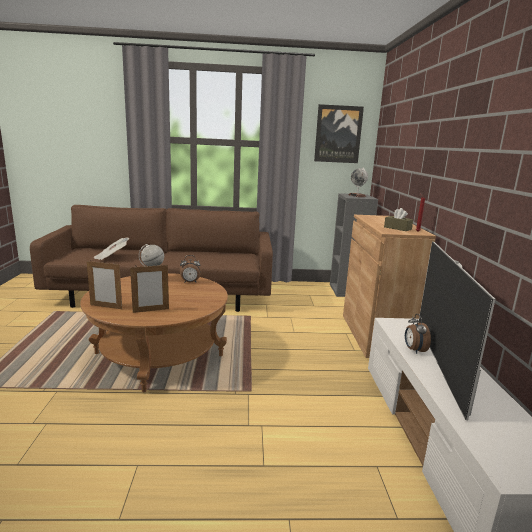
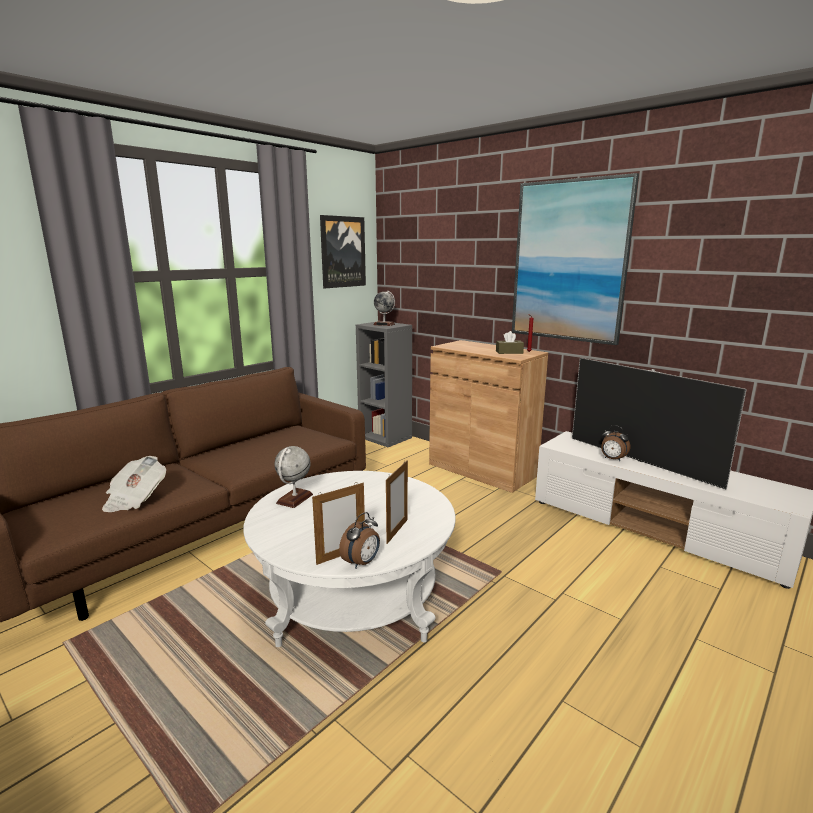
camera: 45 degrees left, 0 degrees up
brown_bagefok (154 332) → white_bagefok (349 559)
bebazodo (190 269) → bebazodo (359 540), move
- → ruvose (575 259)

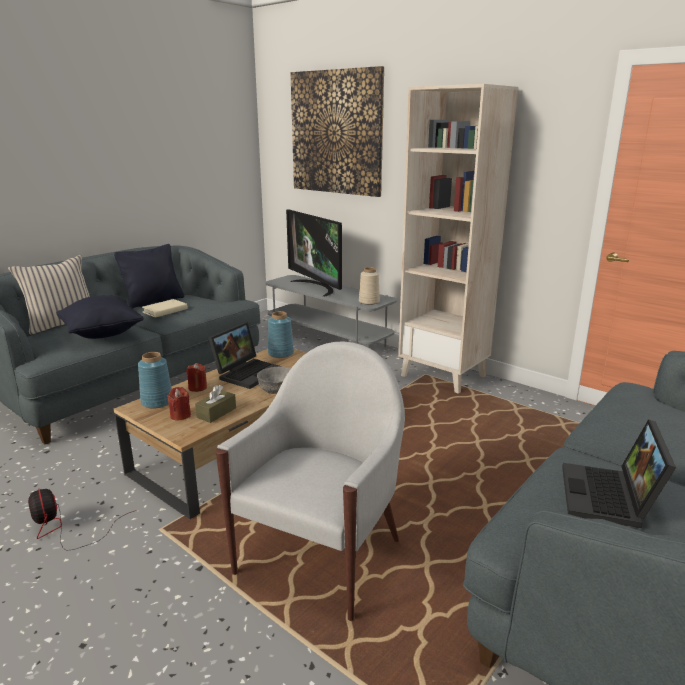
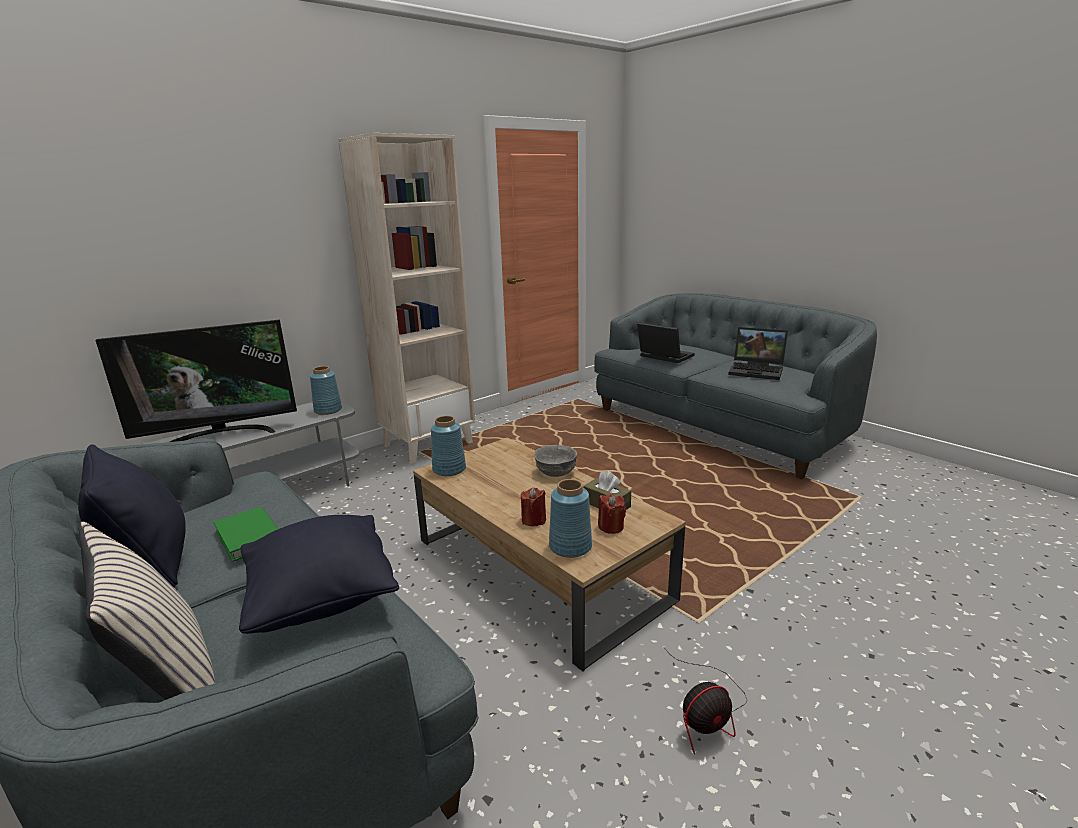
camera: 80 degrees left, 0 degrees up
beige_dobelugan (165 308) → green_dobelugan (245 534)
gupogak (246 355) → gupogak (666 342), move
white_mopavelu (310 481) → -
ruvose (337 131) → -
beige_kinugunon (369 286) → blue_kinugunon (326 390)

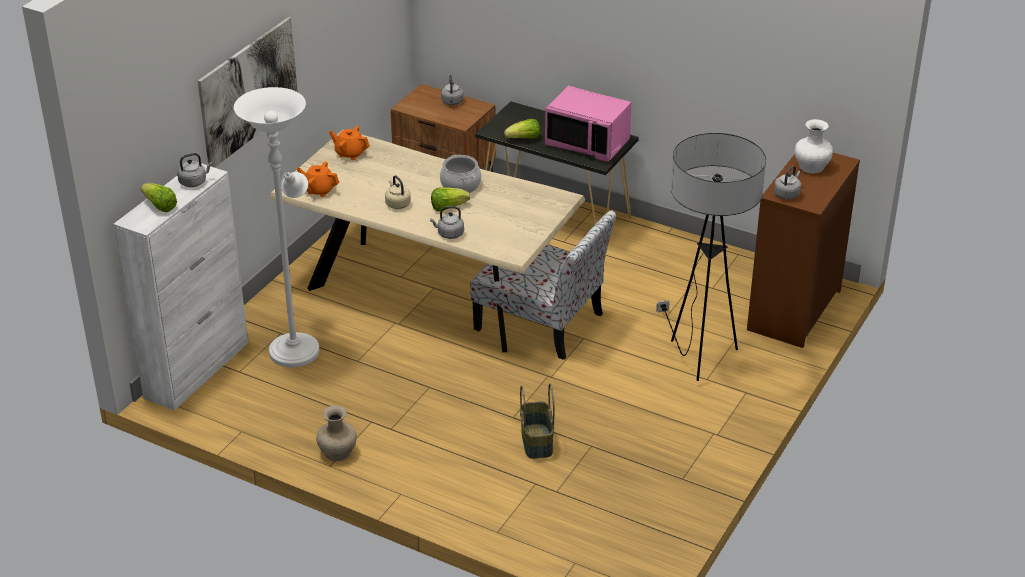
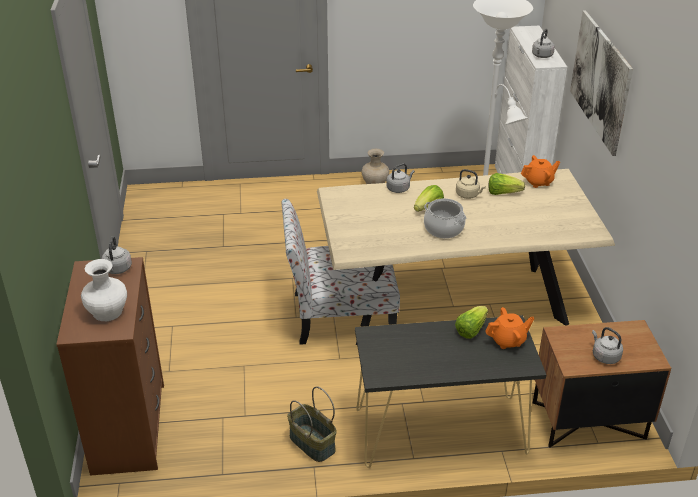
camera: 145 degrees right, 0 degrees up
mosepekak (159 197) → mosepekak (506 184), move
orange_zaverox (349 143) → orange_zaverox (510 328), move
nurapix (537 421) → nurapix (312 424), move
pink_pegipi (588 124) → -
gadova (711 257) → -

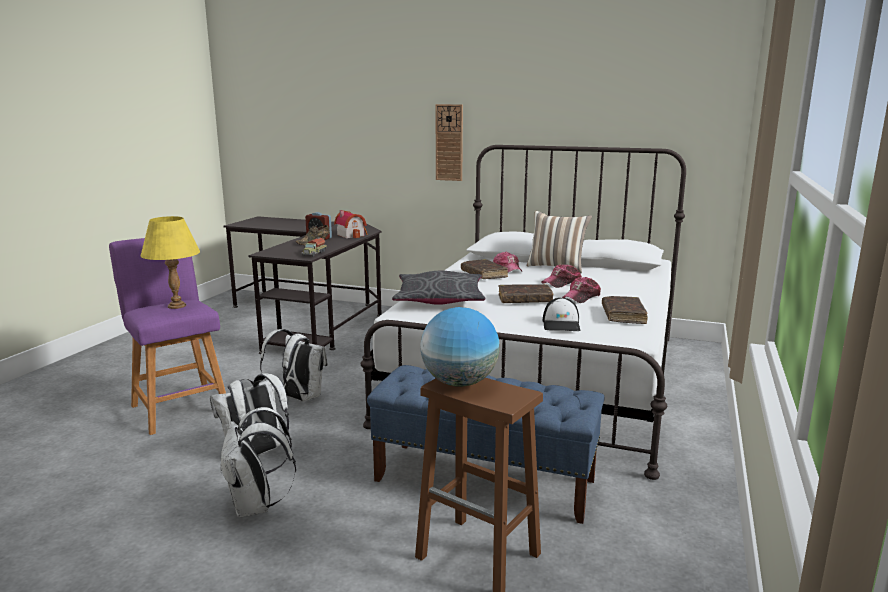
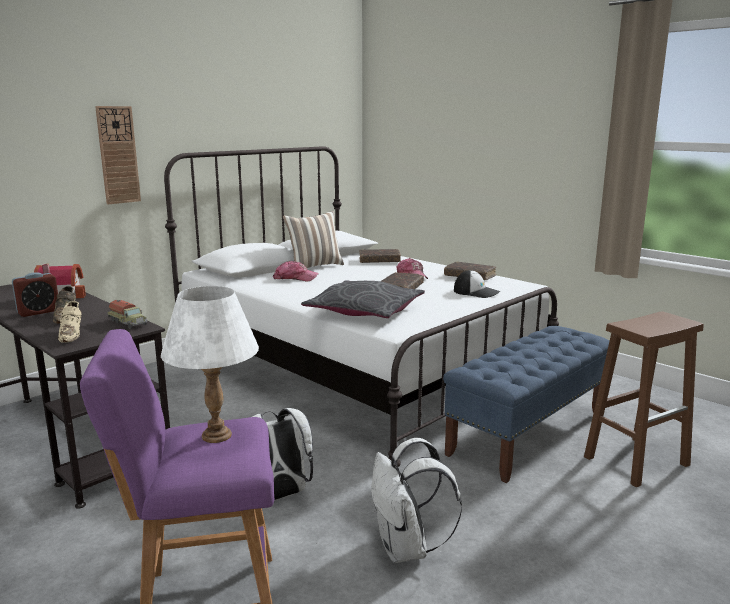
camera: 65 degrees left, 0 degrees up
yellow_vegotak (170 262) → white_vegotak (210 364)
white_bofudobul (258 462) → -
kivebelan (460 347) → -
brown_dobelugan (484 269) → brown_dobelugan (380 256), move
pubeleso (561 276) → -
- → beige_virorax (69 322)

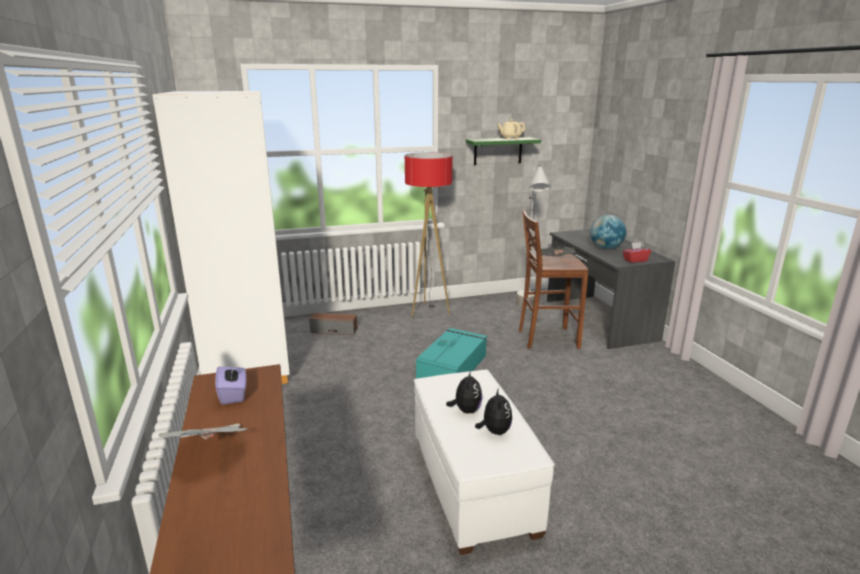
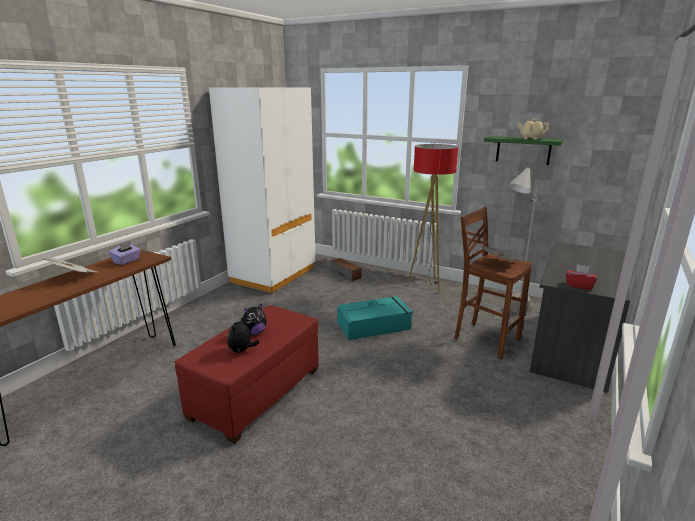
camera: 45 degrees right, 0 degrees up
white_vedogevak (484 462) → red_vedogevak (246 374)
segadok (493 411) → segadok (243 334), 150 degrees clockwise
kivebelan (608 232) → -

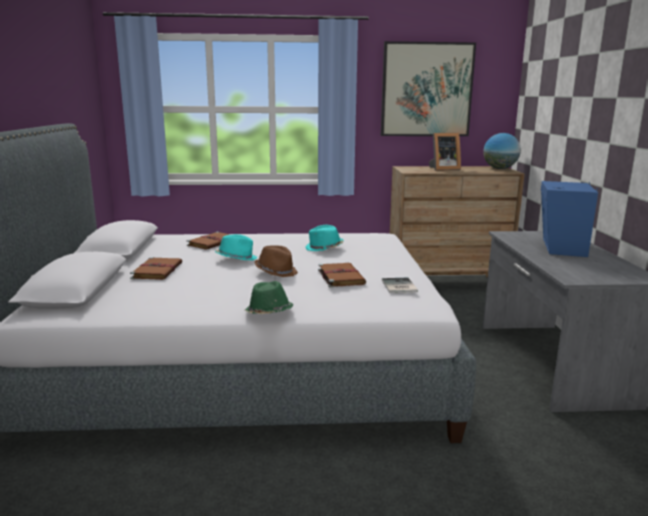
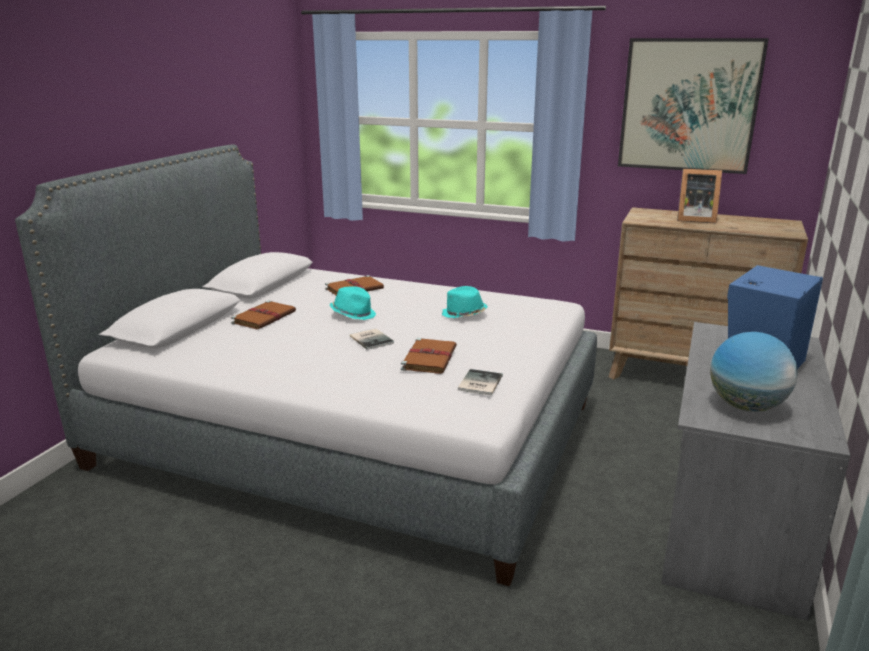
camera: 25 degrees right, 5 degrees up
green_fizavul (269 297) → -
brown_fizavul (276 261) → dobelugan (372 339)
kivebelan (502 151) → kivebelan (754 372), move

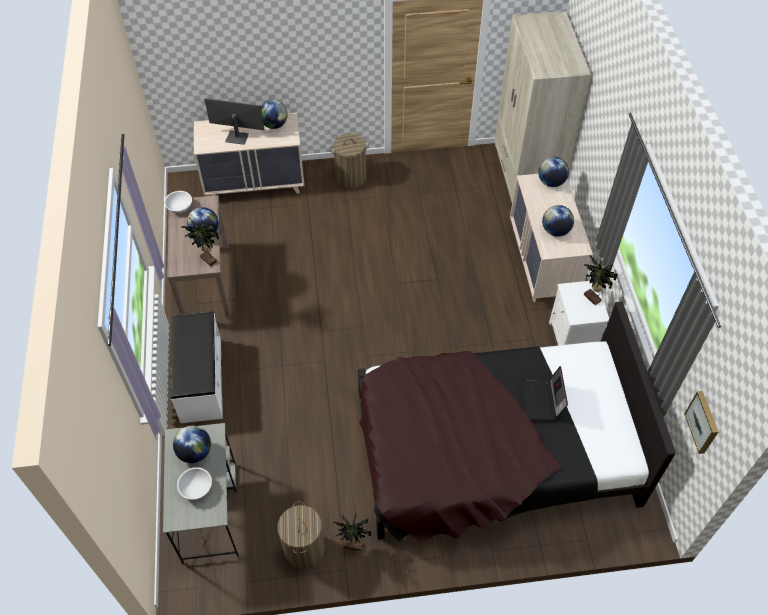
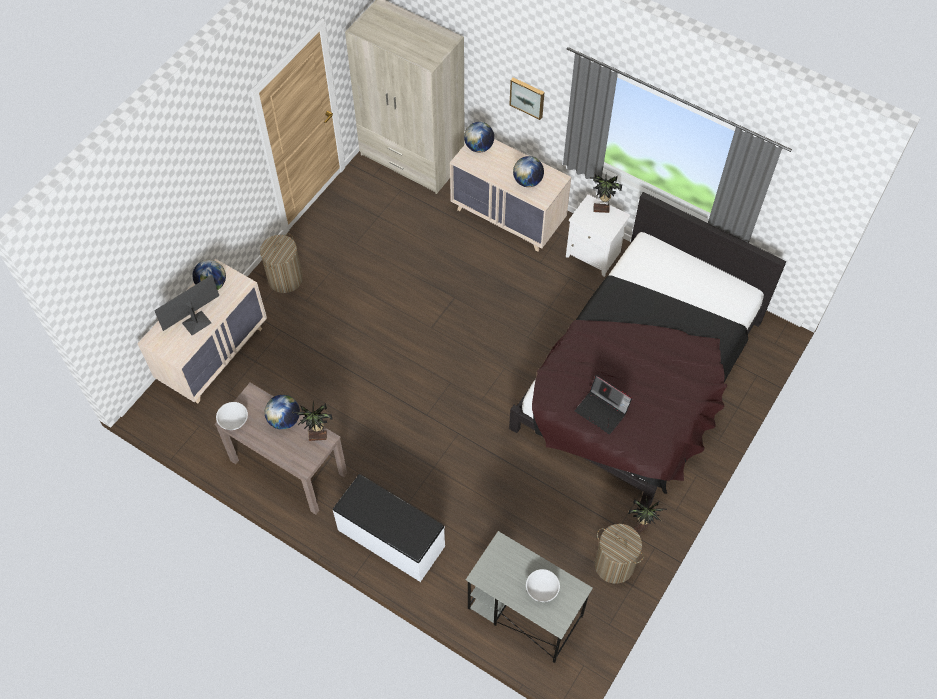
camera: 50 degrees left, 5 degrees up
kivebelan (192 444) → -
gupogak (545 393) → gupogak (603 404), move
ruvose (701 422) → ruvose (526 98), move

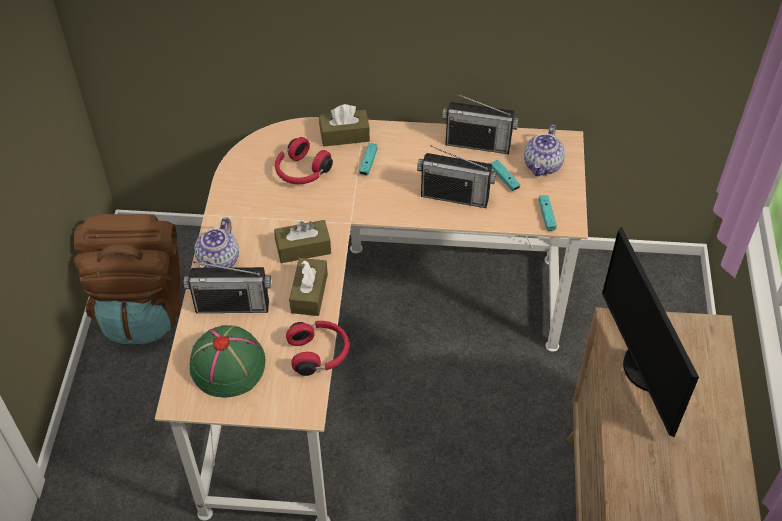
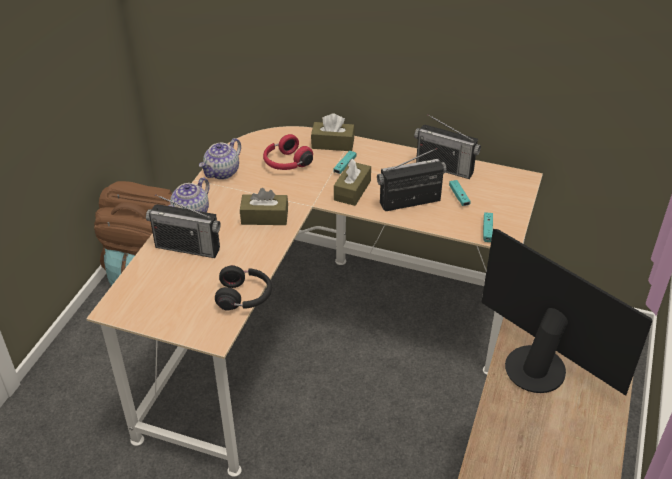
camera: 15 degrees right, 10 degrees down
green_fizavul (227 361) → -
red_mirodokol (317 348) → black_mirodokol (243 288)
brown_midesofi (308 287) → brown_midesofi (352 182), move
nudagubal (457 177) → nudagubal (412 179), 135 degrees clockwise
zaverox (544 150) → zaverox (220 159), move
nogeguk (650 331) → nogeguk (566 312), 135 degrees clockwise

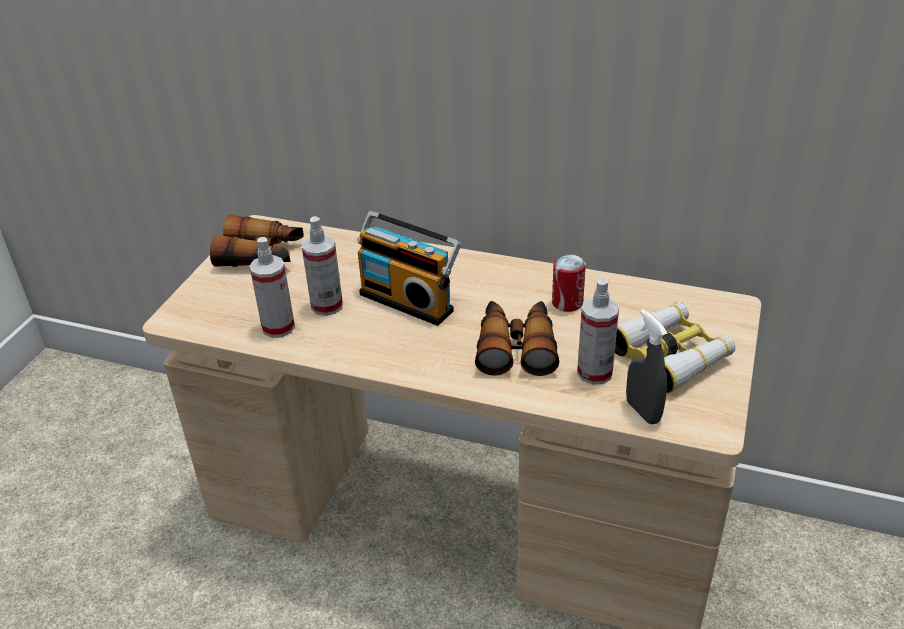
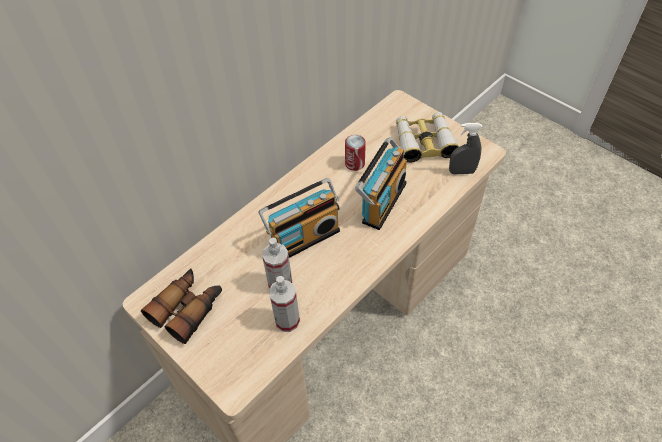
camera: 65 degrees left, 15 degrees up
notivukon (517 338) → nudagubal (381 183)
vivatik (598 331) → -

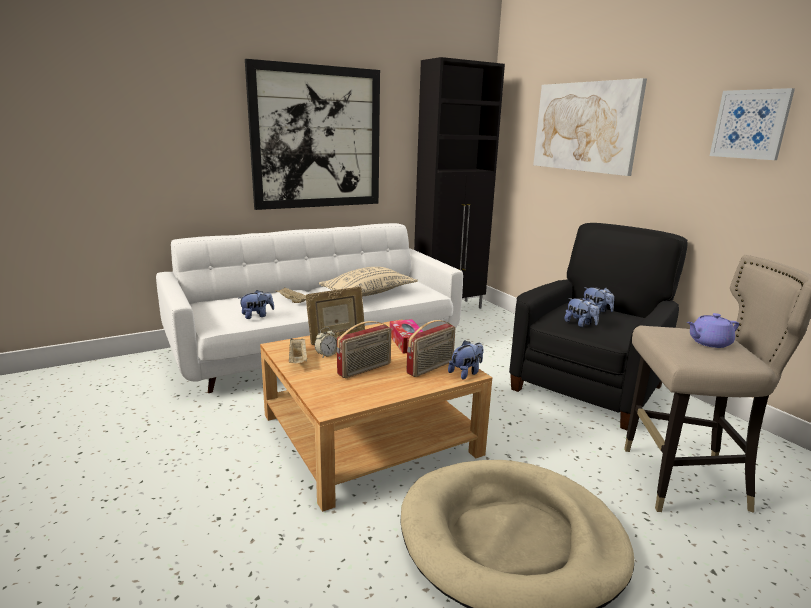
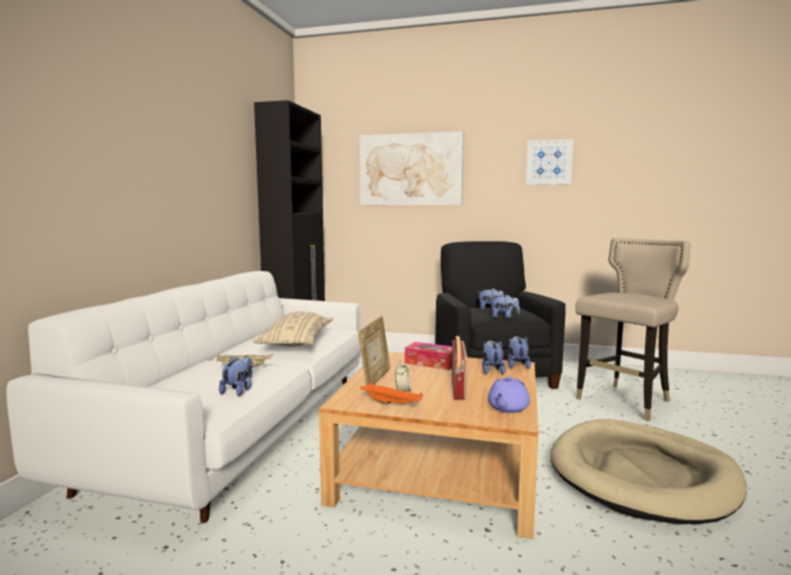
camera: 45 degrees left, 10 degrees down
ruvose (312 134) → -
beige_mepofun (298 350) → orange_mepofun (392 394)
nudagubal (430 348) → segadok (494 357)
purple_zaverox (713 330) → purple_zaverox (509 394), move

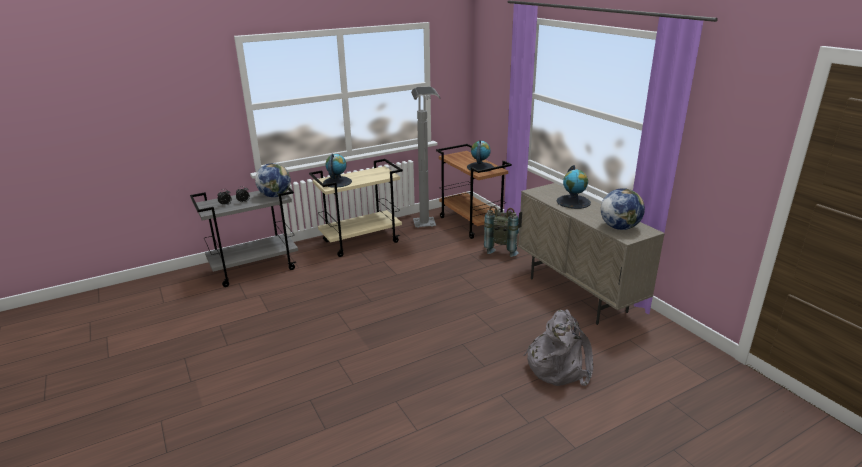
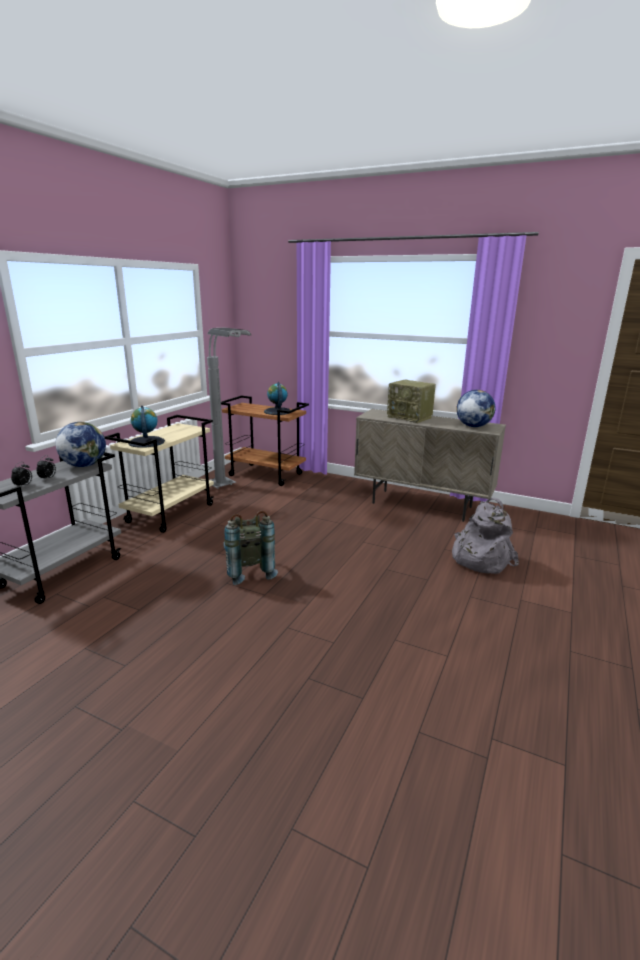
camera: 35 degrees left, 5 degrees down
grey_bofudobul (501 231) → grey_bofudobul (250 548), move
kivebelan (574 187) → nudagubal (411 401)

